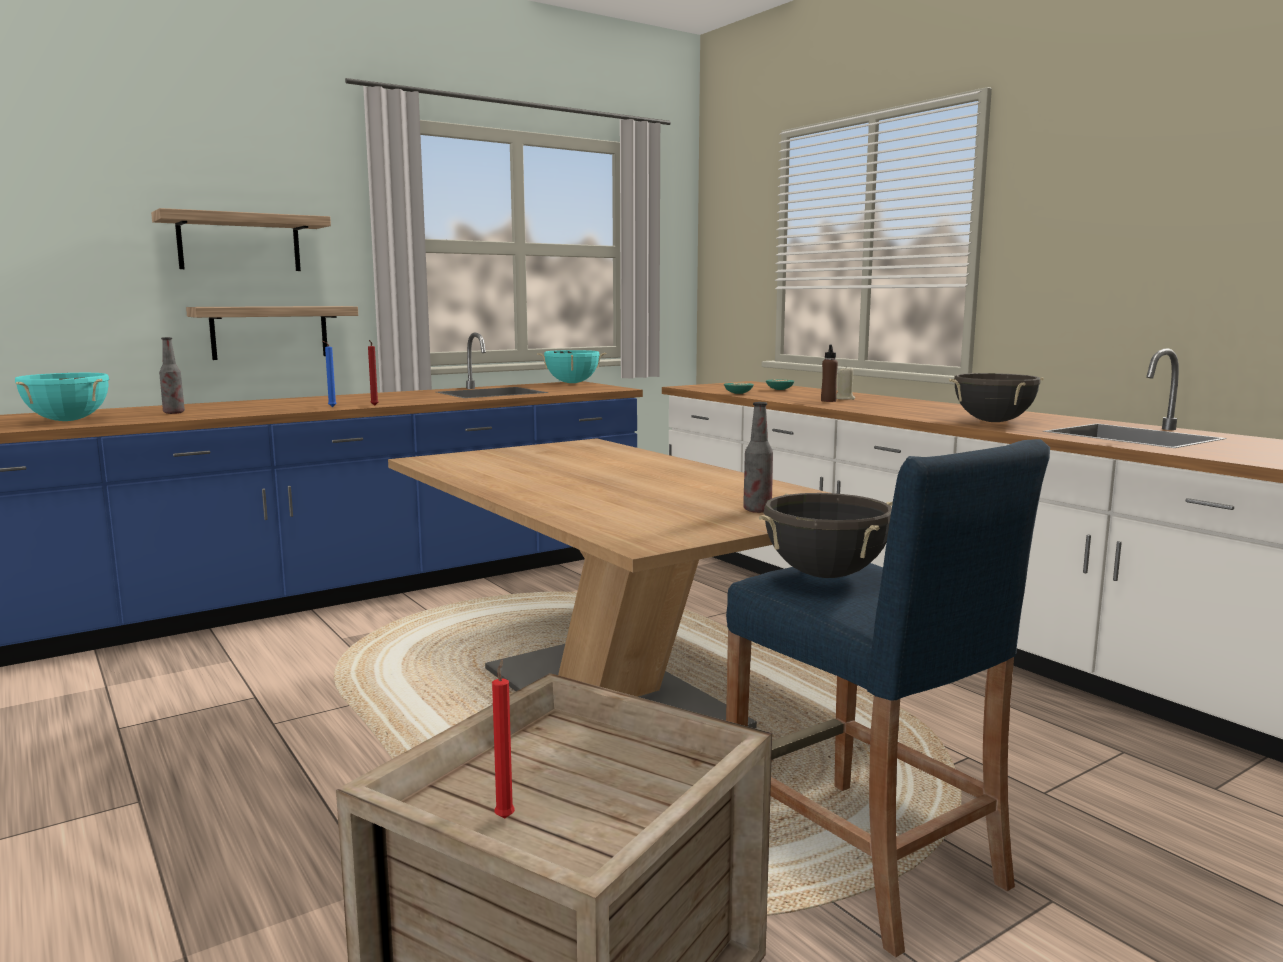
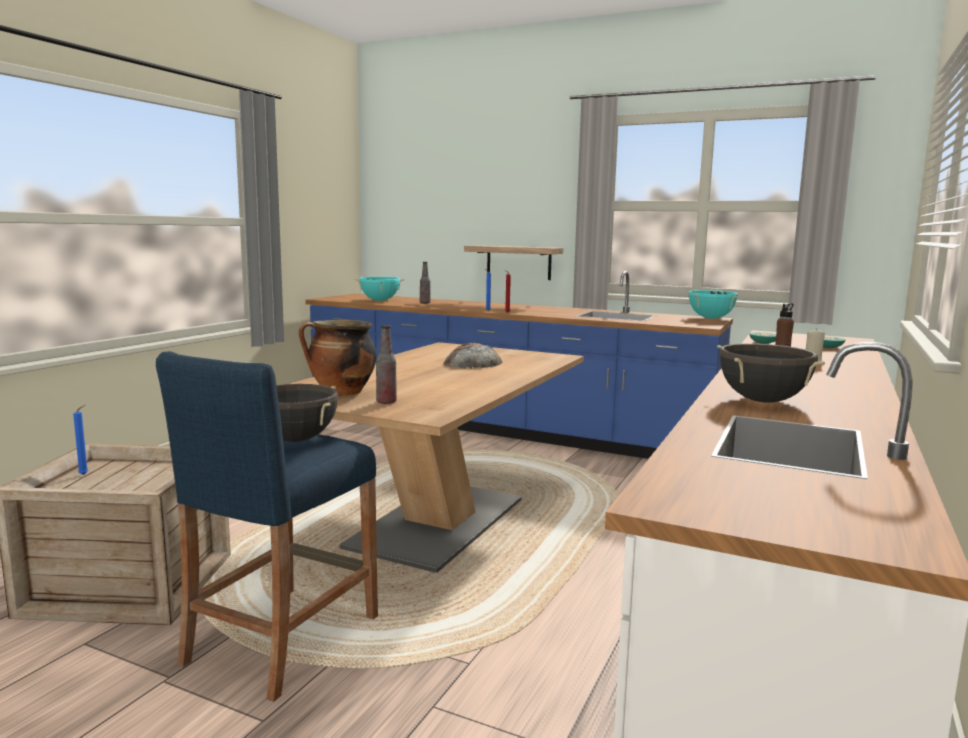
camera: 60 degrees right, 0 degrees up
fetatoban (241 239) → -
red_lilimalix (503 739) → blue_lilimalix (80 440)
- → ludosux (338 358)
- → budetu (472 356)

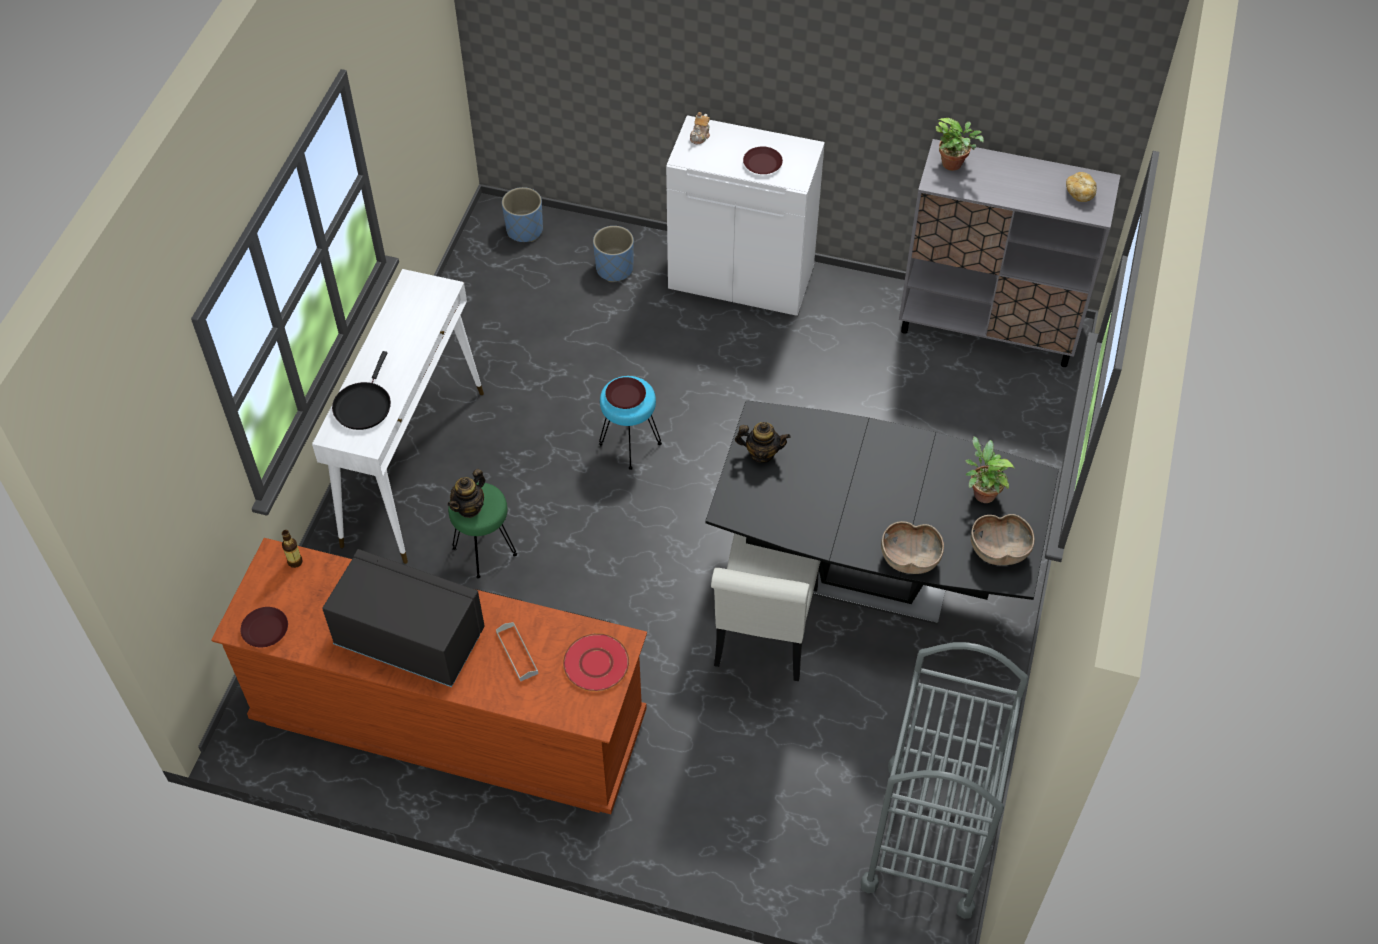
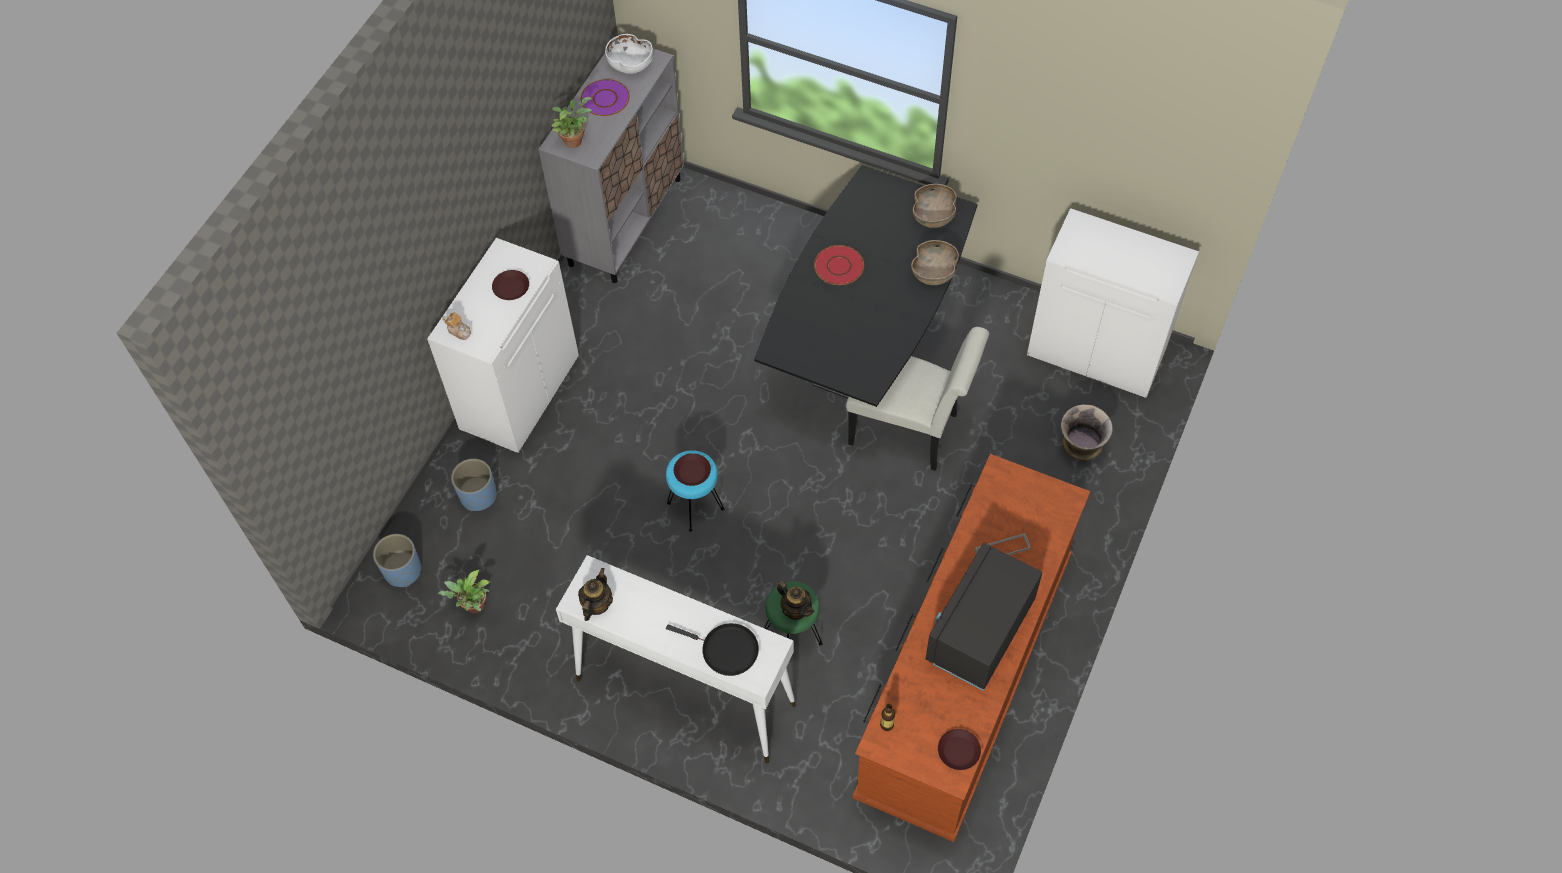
camera: 80 degrees left, 5 degrees up
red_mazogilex (596 662) → red_mazogilex (839 265), move
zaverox (762 442) → zaverox (595 594), move
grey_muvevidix (944 780) → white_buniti (1113 303)
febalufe (990 469) → febalufe (464 591), move
budetu (1081 187) → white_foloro (629 54)
- → purple_mazogilex (605 97)
- → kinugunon (1087 432)

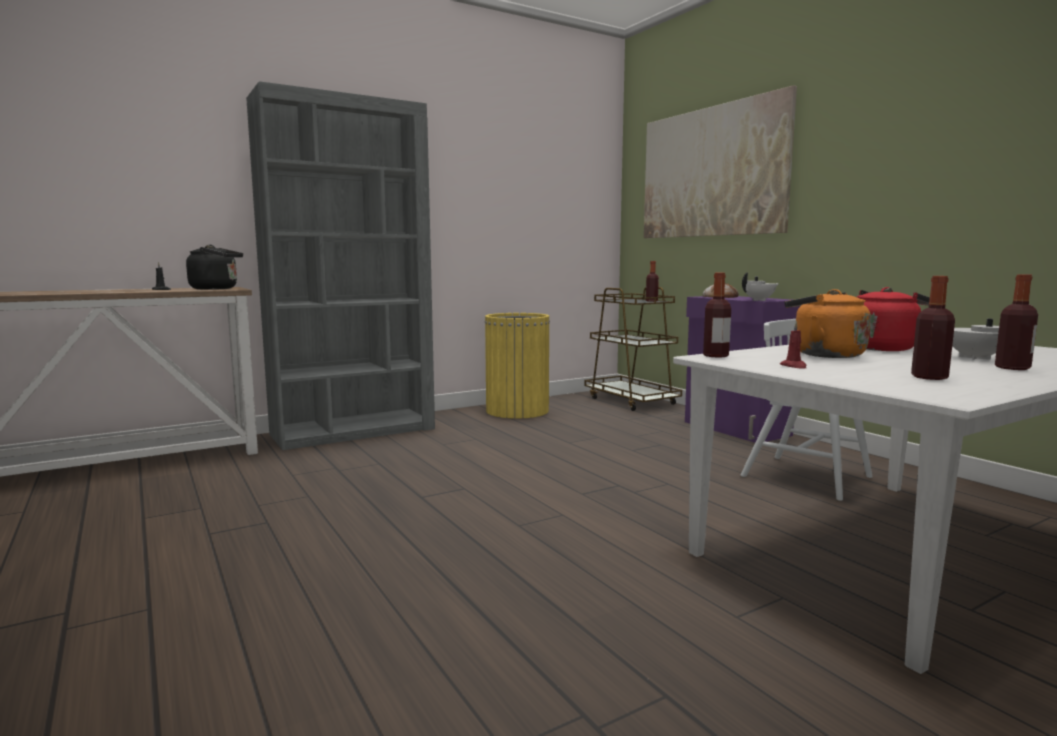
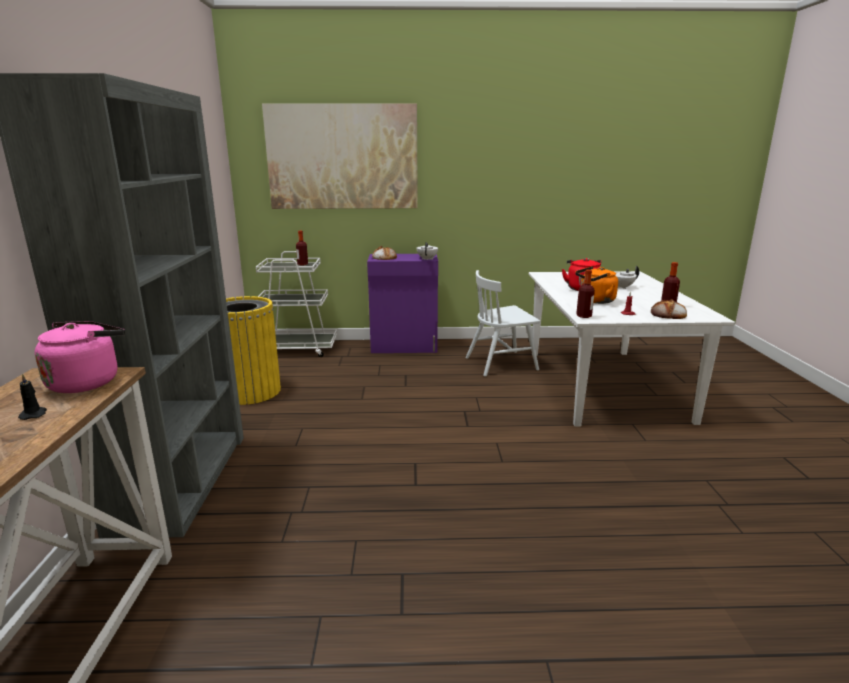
camera: 60 degrees left, 10 degrees up
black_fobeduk (214 267) → pink_fobeduk (80 357)
brown_muvevidix (633 349) → white_muvevidix (296 304)
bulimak (1016 322) → -
- → budetu (669 309)

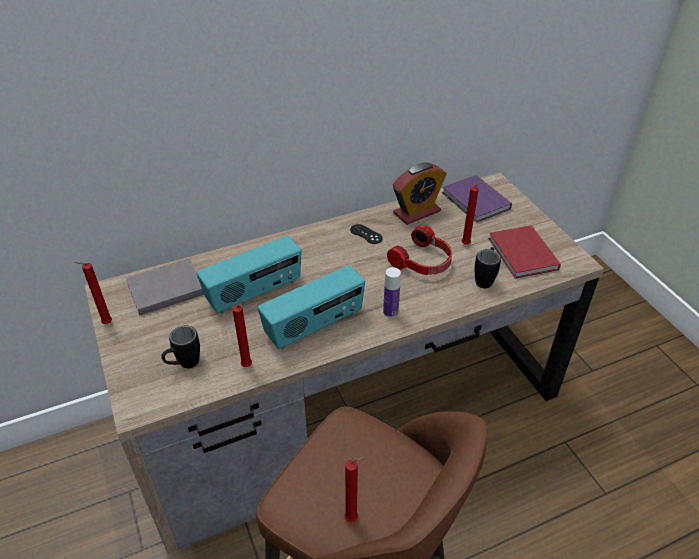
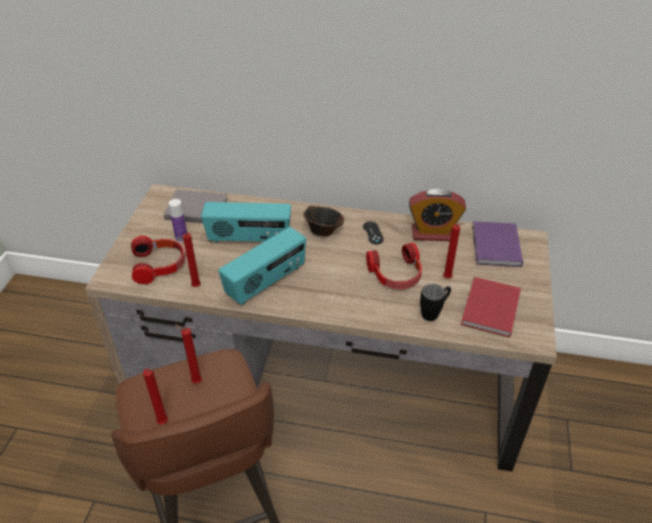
camera: 35 degrees right, 0 degrees up
red_lilimalix (93 293) → red_lilimalix (188 354), move
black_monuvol (180 347) → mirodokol (158 260)
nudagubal (311 307) → nudagubal (262 266), 45 degrees counterclockwise
bulimak (392 292) → bulimak (178 220), move
- → brown_foloro (323 221)

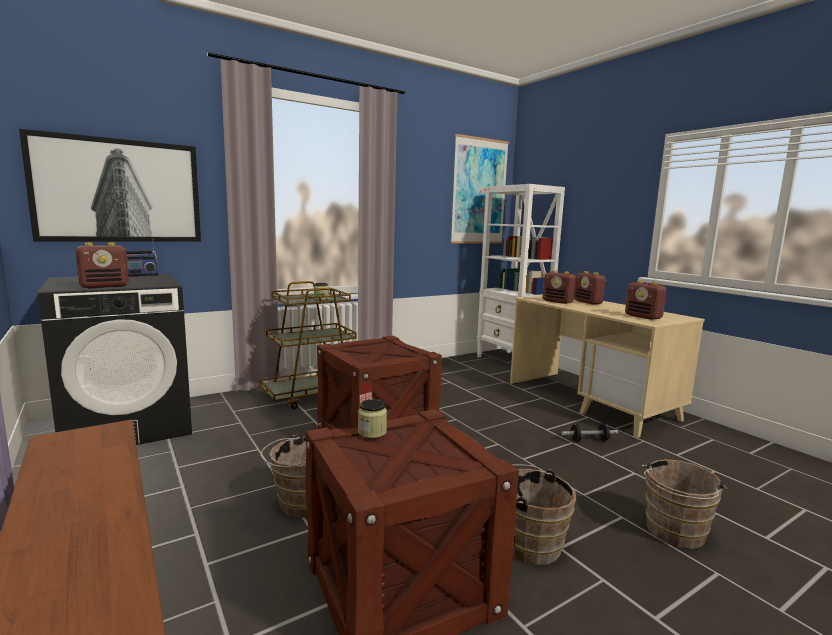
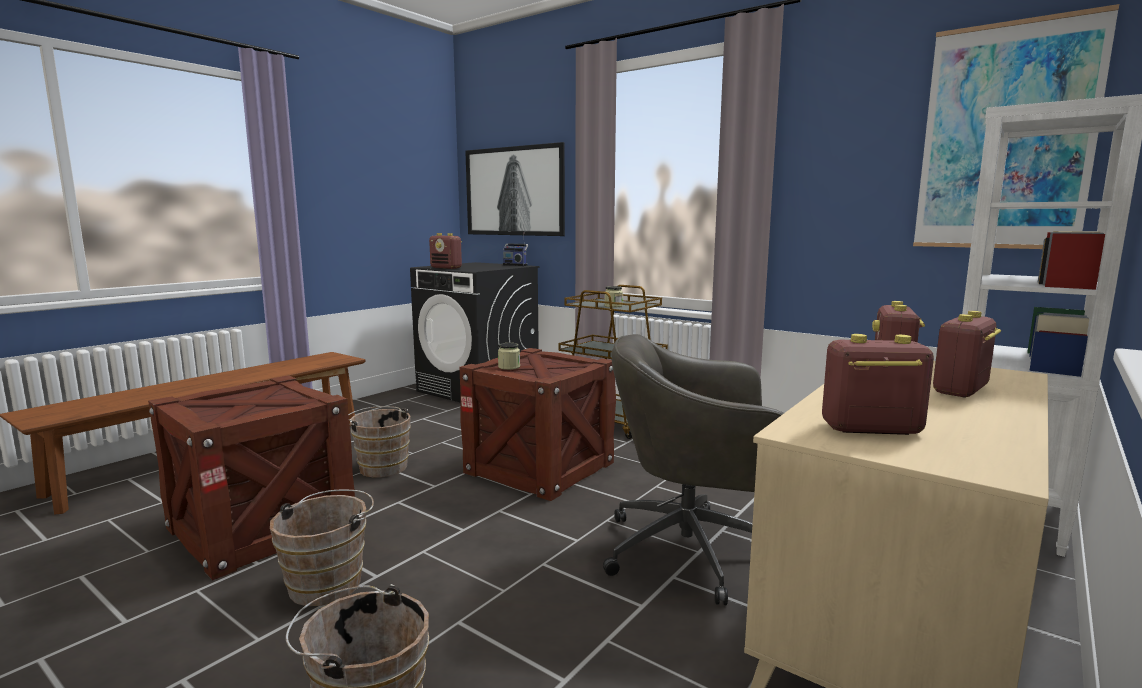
camera: 70 degrees right, 0 degrees up
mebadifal (372 418) → mebadifal (509 356), move
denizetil (590 432) → -
nudagubal (645 300) → nudagubal (878 384), 60 degrees clockwise
- → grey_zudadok (693 469)

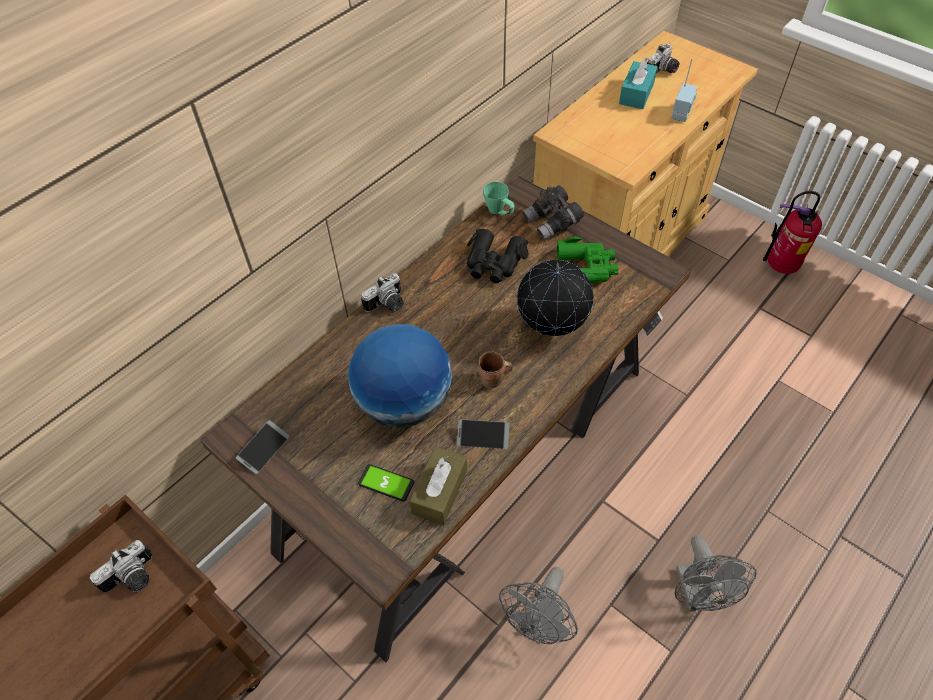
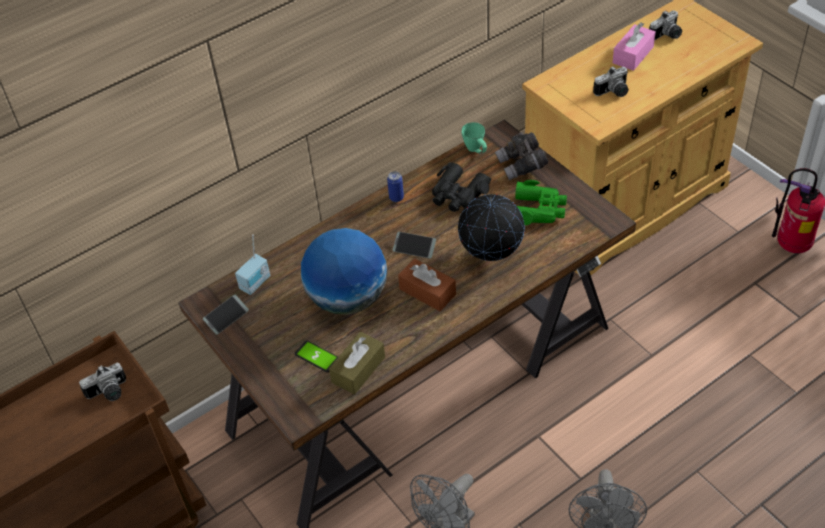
camera: 15 degrees right, 5 degrees down
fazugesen (382 292) → fazugesen (610 82), move
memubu (483 434) → memubu (414 245), move
brown_monuvol (495 369) → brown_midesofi (427 284)
turquoise_midesofi (638 83) → pink_midesofi (634 46)
nudagubal (684 90) → nudagubal (252 265), move
- → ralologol (395 186)

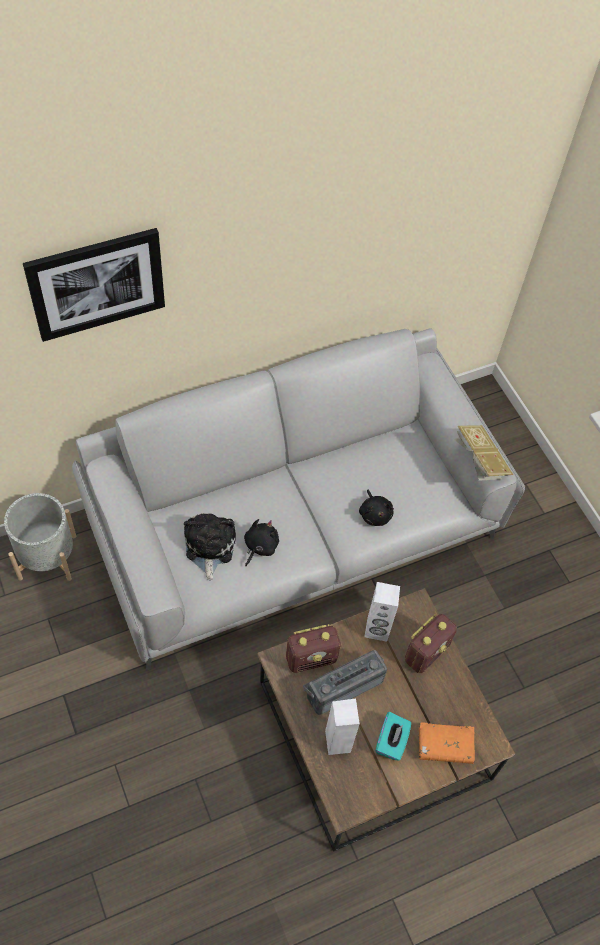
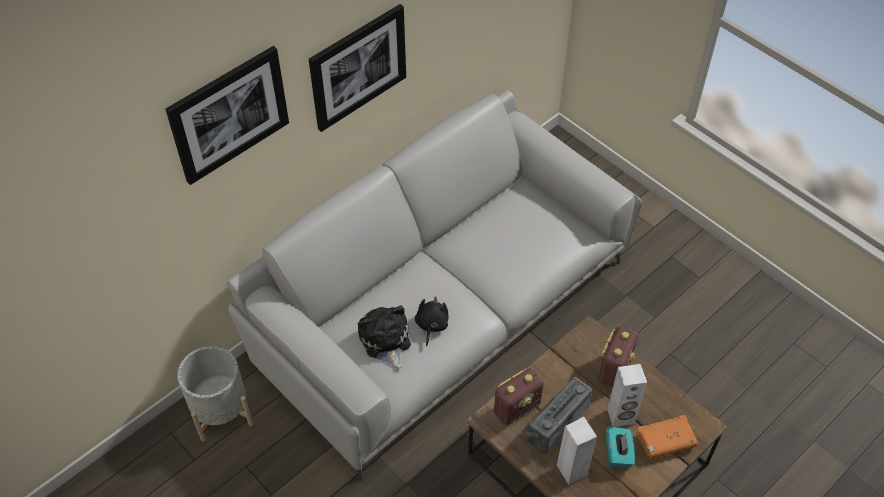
camera: 15 degrees left, 5 degrees down
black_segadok (376 508) → -
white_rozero (382 612) → white_rozero (627 395), move
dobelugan (483 453) → -
- → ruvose (357 68)

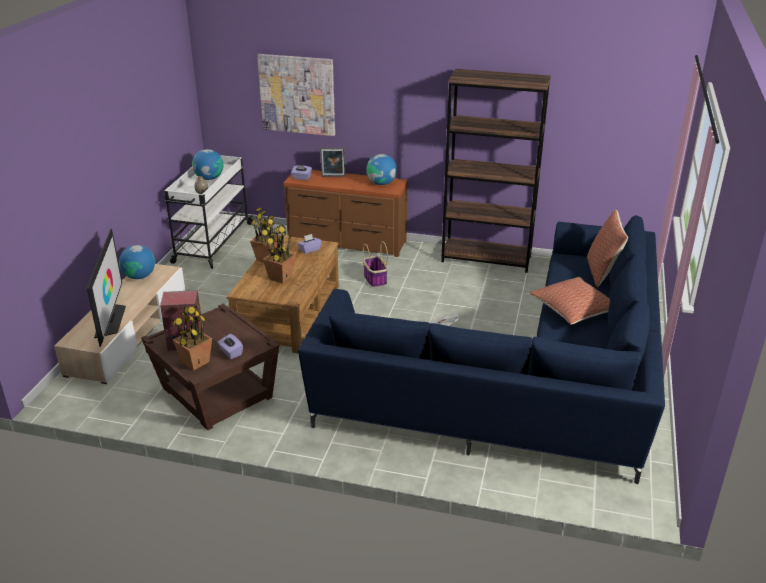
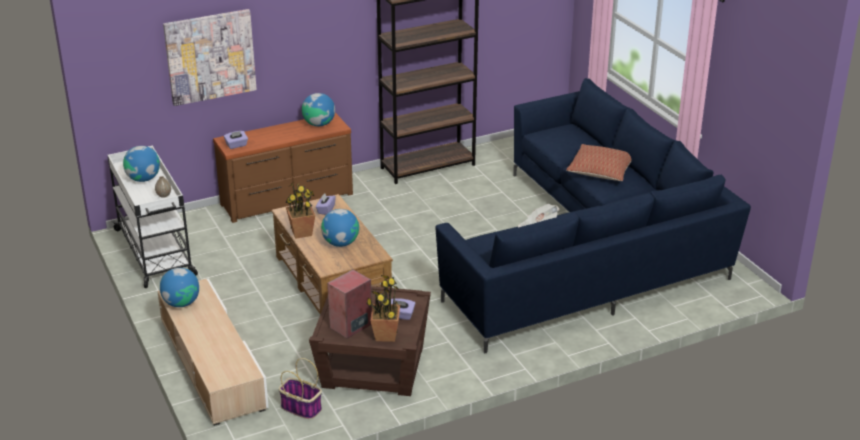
camera: 40 degrees left, 0 degrees up
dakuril (106 288) → -
febalufe (279 254) → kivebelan (340 228)
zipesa (332 162) → -
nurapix (375 264) → nurapix (300 388), move
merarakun (607 248) → -

